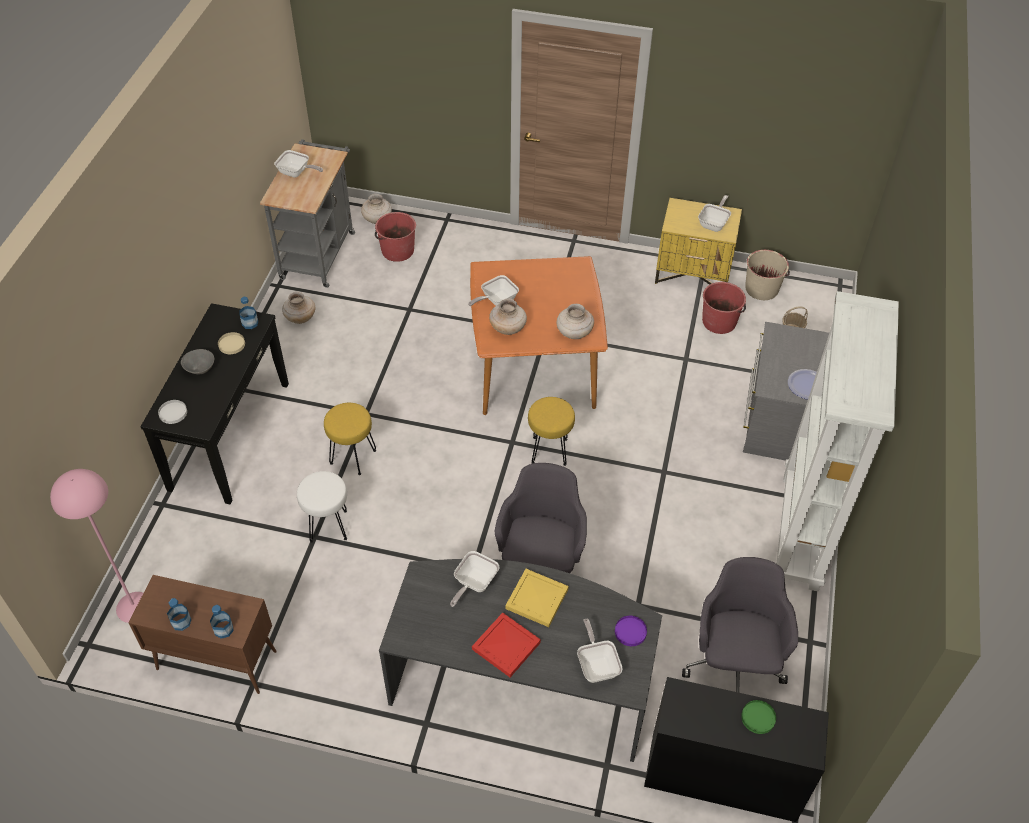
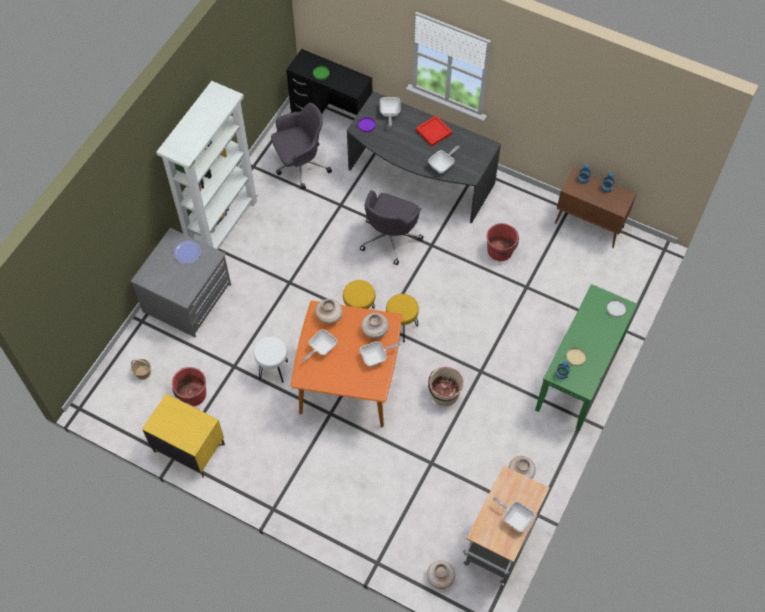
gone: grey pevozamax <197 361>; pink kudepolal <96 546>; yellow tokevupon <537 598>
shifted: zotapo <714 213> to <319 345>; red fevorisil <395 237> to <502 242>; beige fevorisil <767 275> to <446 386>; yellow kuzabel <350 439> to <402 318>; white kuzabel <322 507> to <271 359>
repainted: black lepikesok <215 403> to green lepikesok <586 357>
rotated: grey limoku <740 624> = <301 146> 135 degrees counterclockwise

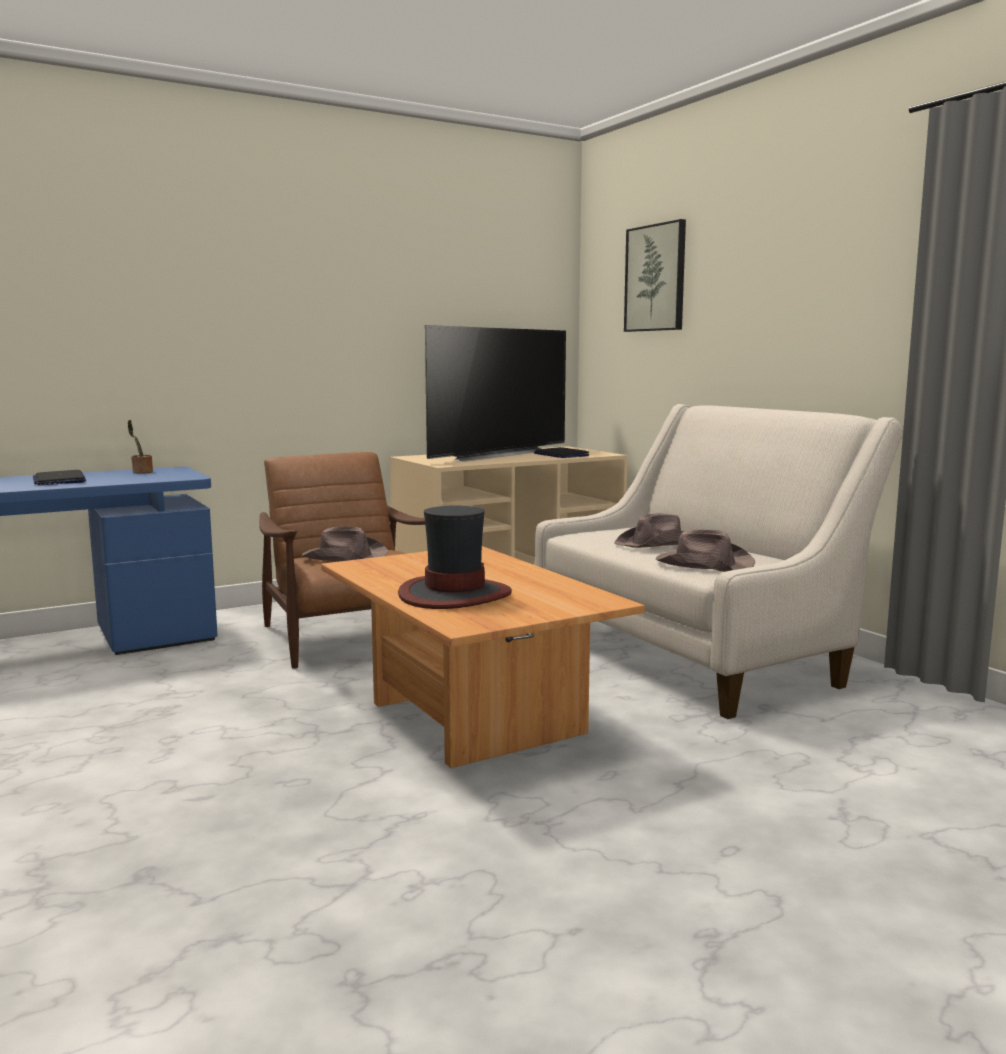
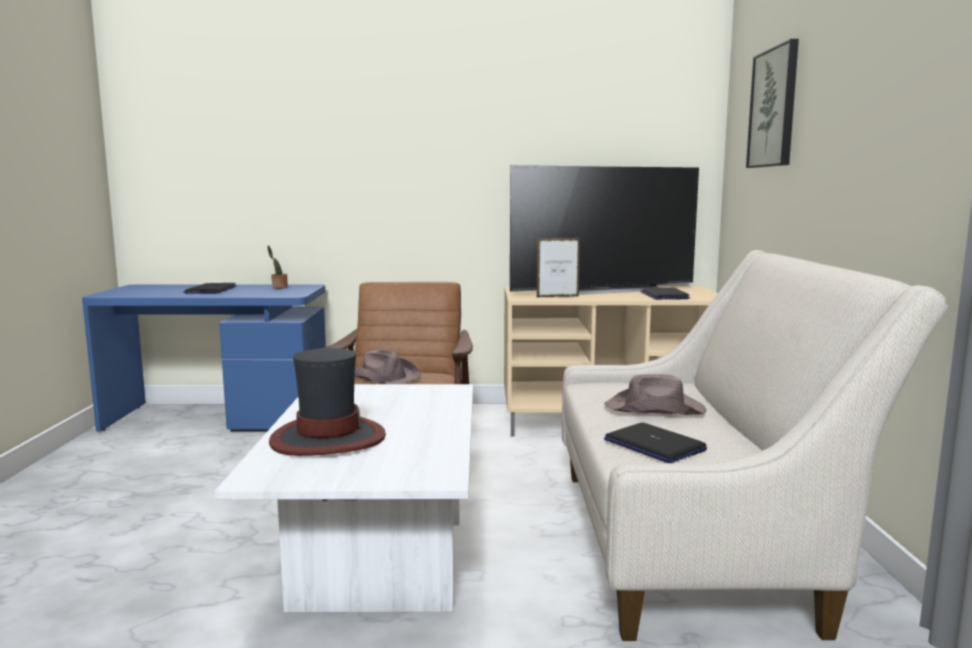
new: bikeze <558 268>
swapped: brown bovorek <705 551> to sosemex <655 443>
repainted: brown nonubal <483 657> to white nonubal <343 498>

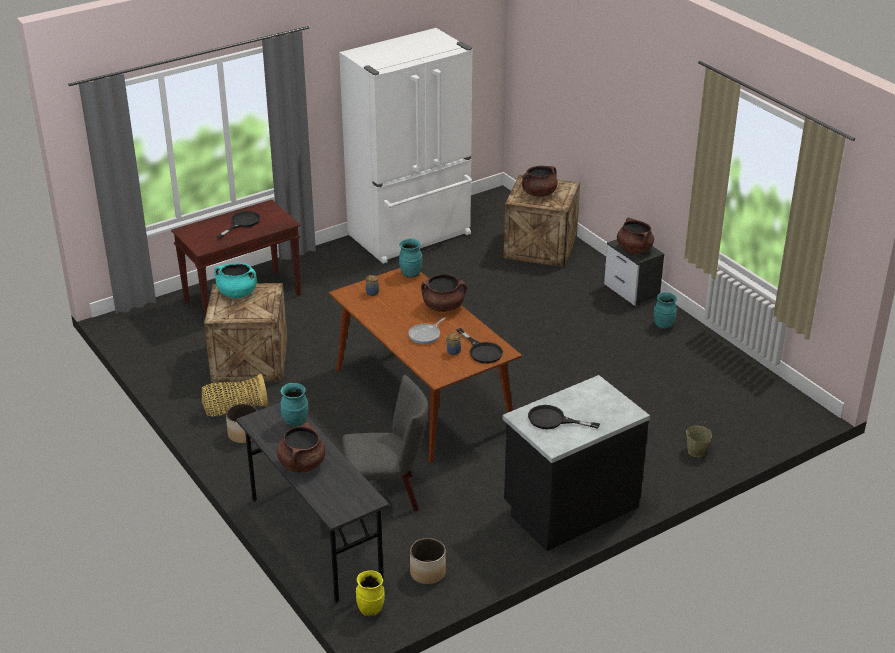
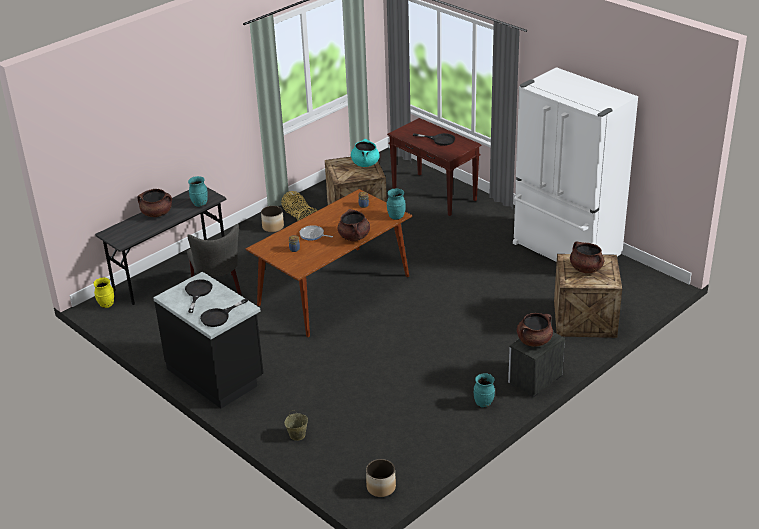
shifted: black zotapo <480 346> to <224 312>; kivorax <428 561> to <381 478>

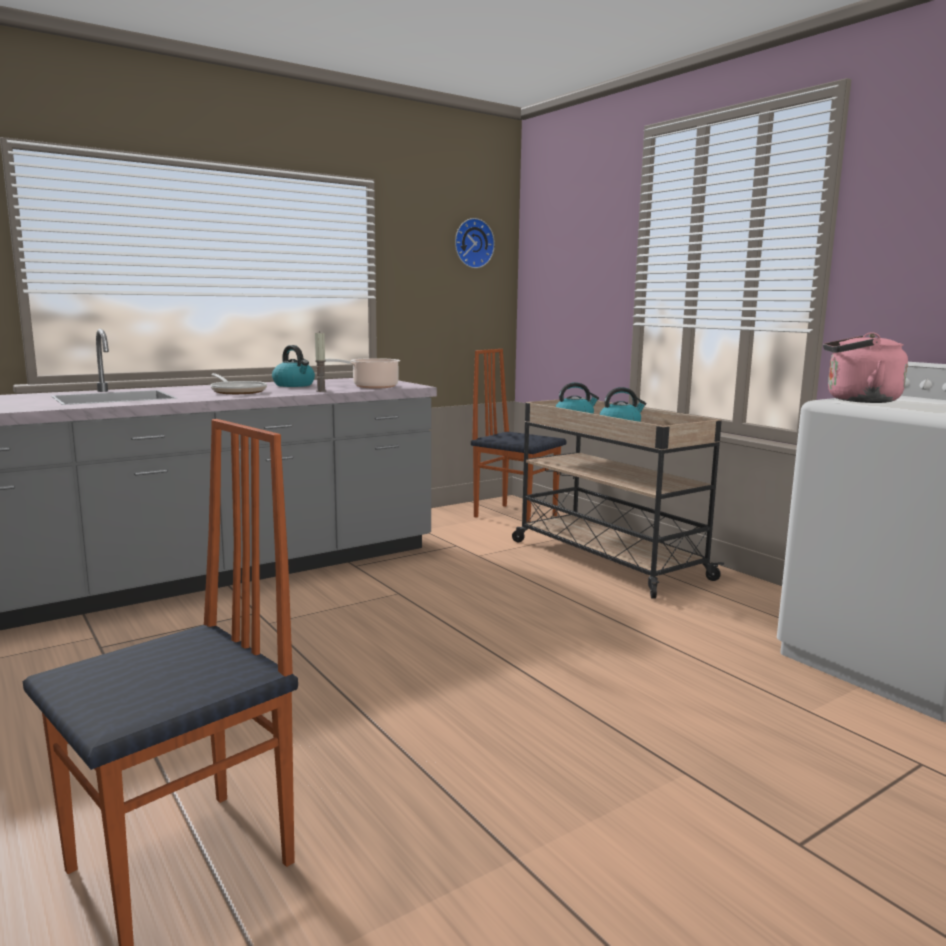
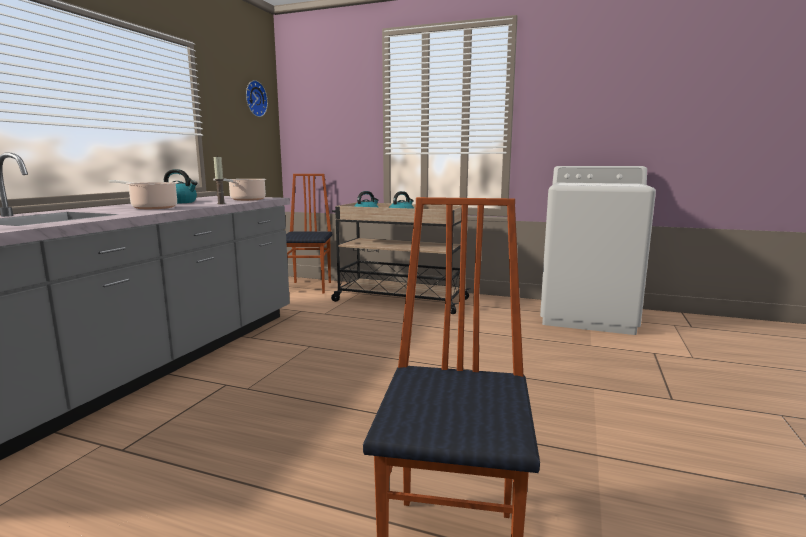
gone: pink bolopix <865 367>
swapped: zotapo <238 383> to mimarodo <143 194>
rotated: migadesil <519 436> = <309 233> 90 degrees clockwise

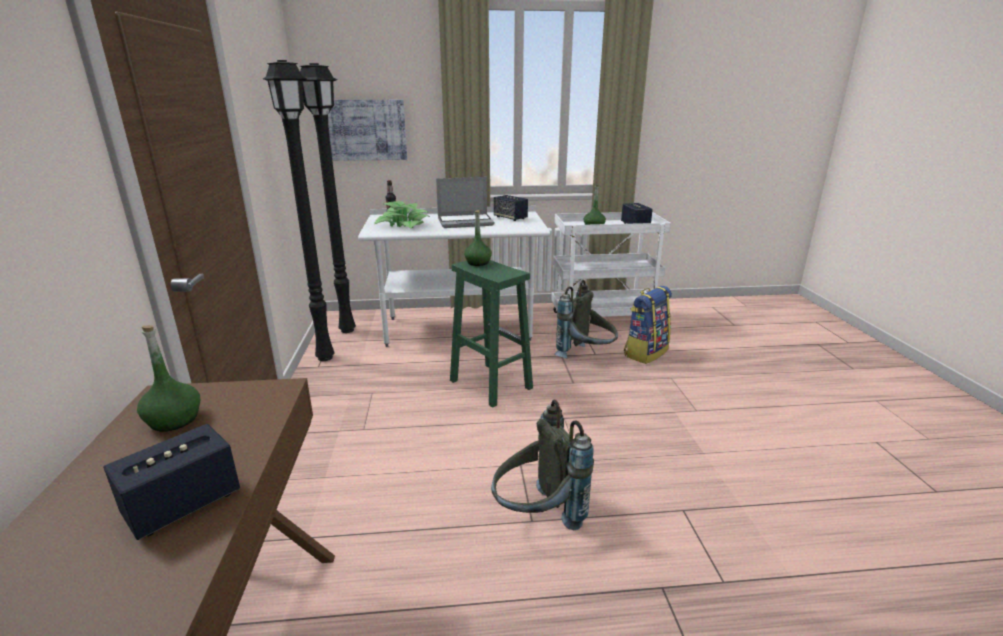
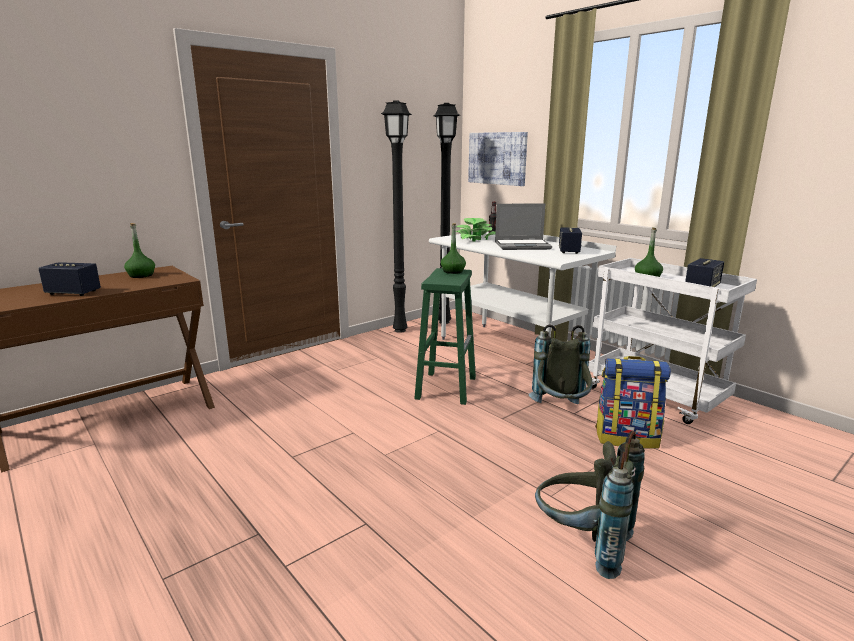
shifted: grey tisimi <542 465> to <590 505>
rotated: sosemex <465 202> = <523 226> 45 degrees counterclockwise

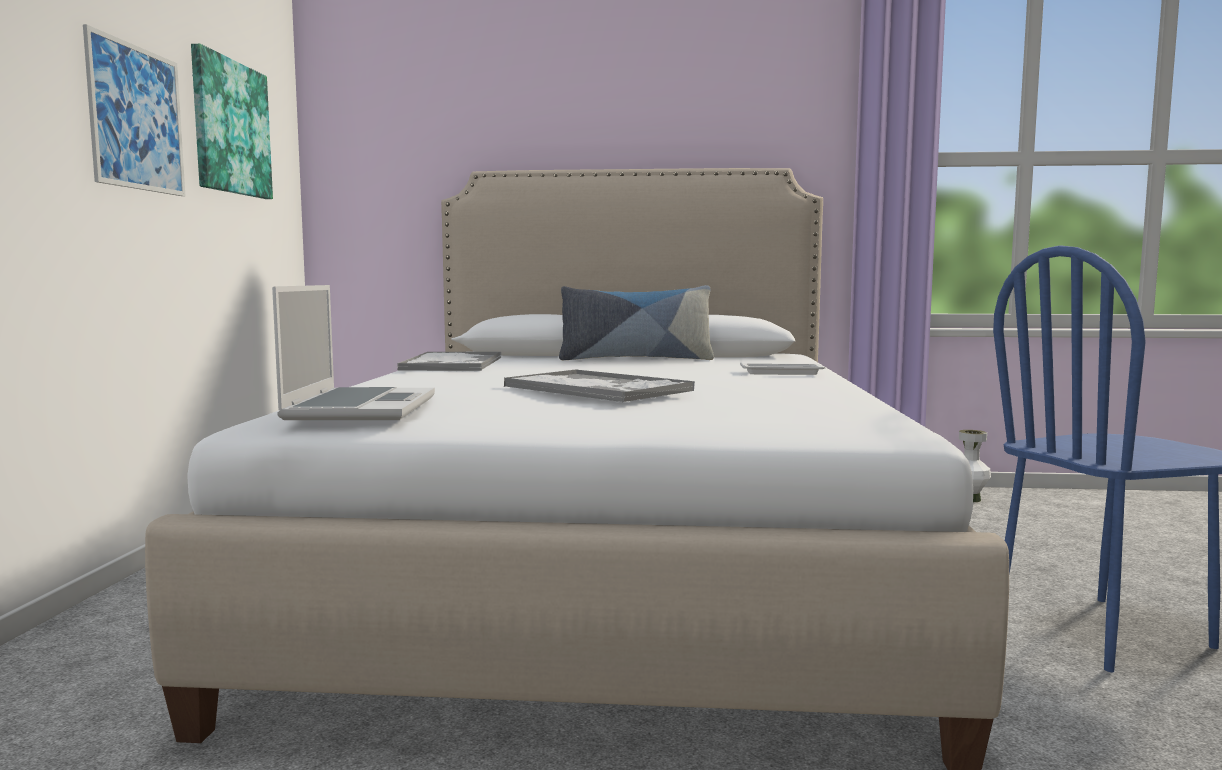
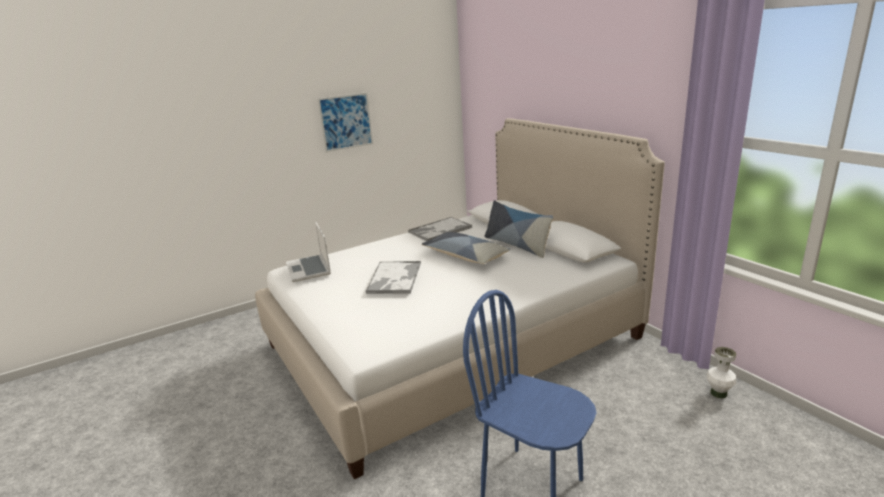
gone: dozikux <232 121>; white tokevupon <783 368>
new: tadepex <466 248>
rotated: sosemex <353 352> = <308 252> 105 degrees clockwise

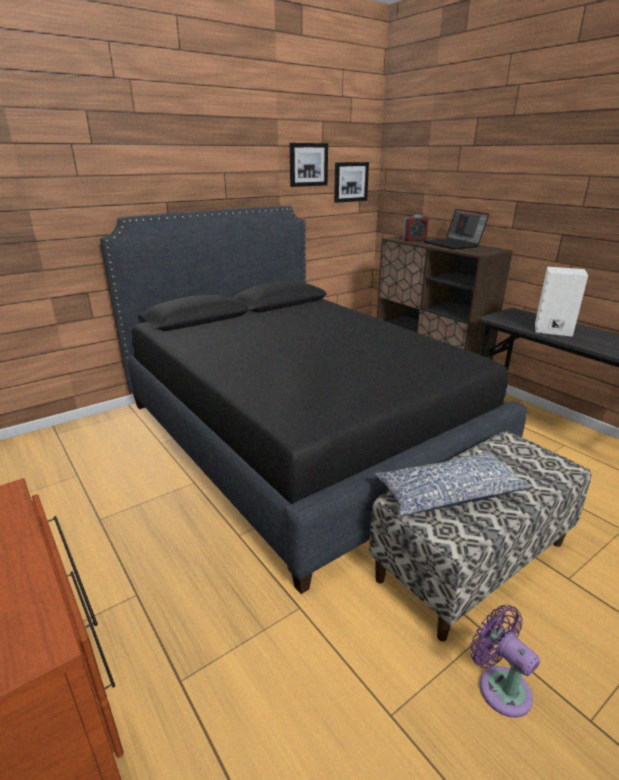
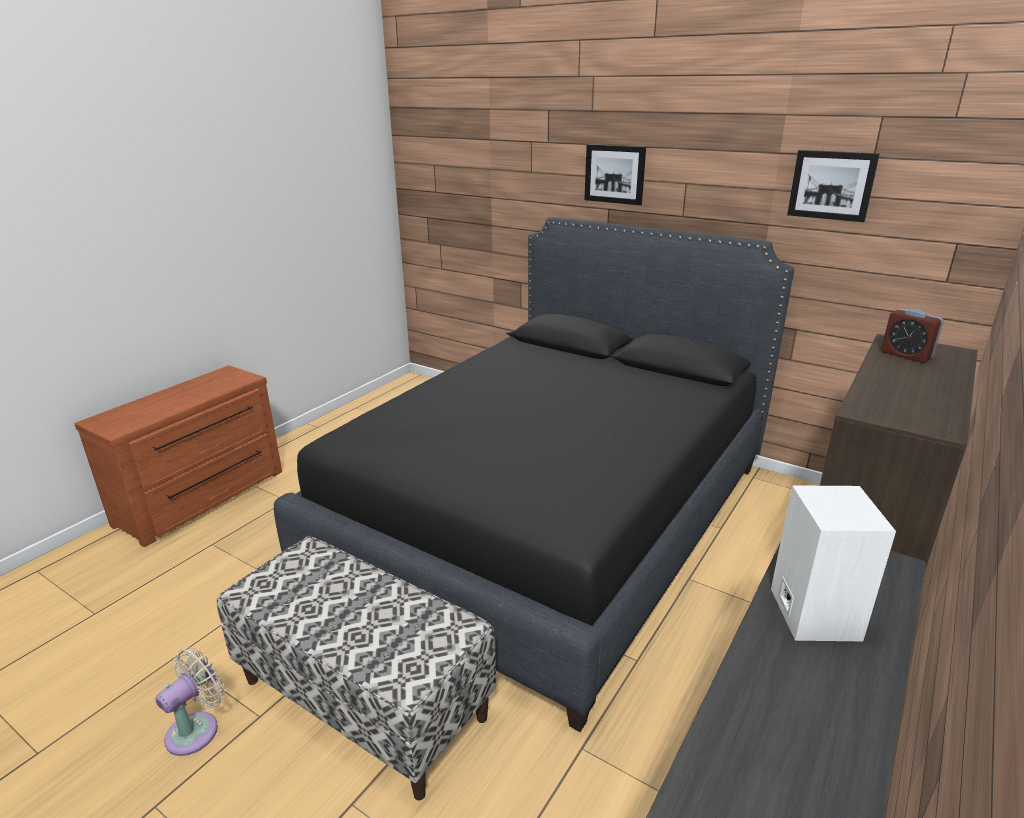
gone: sosemex <456 229>; tadepex <454 484>
shifted: dozikux <351 182> to <615 174>
repainted: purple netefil <505 661> to beige netefil <190 702>

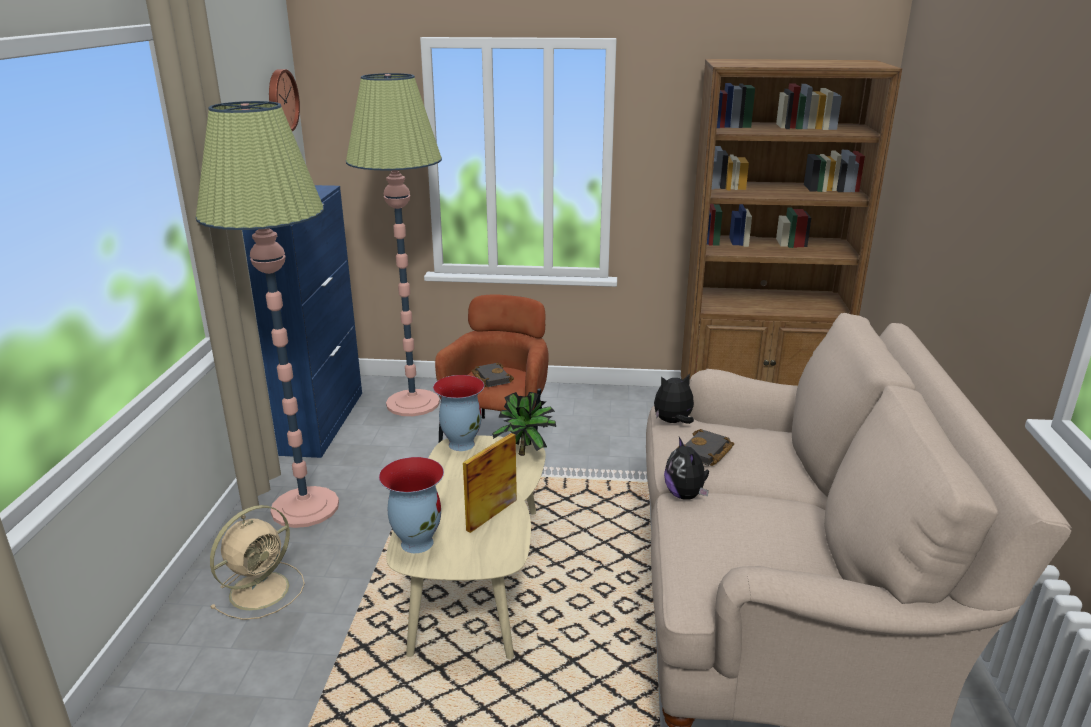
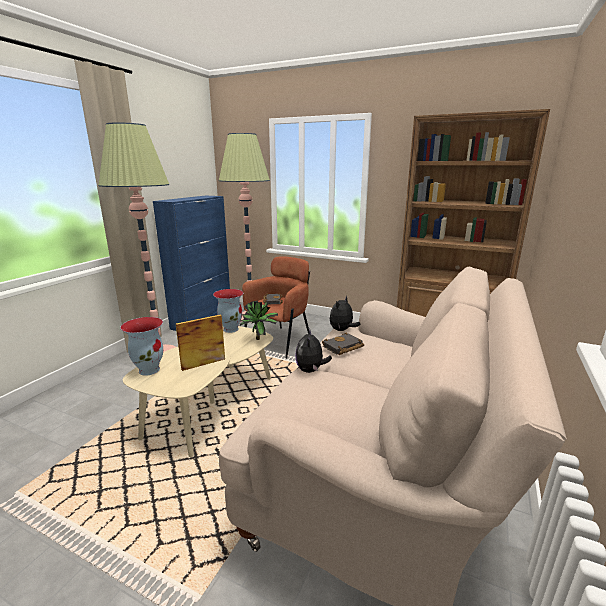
gone: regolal <284 100>; beige netefil <257 562>
rotated: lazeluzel <674 399> = <345 313> 60 degrees counterclockwise

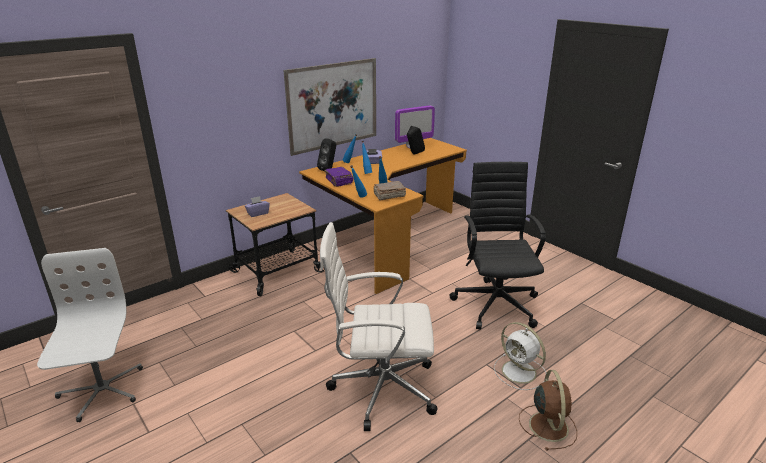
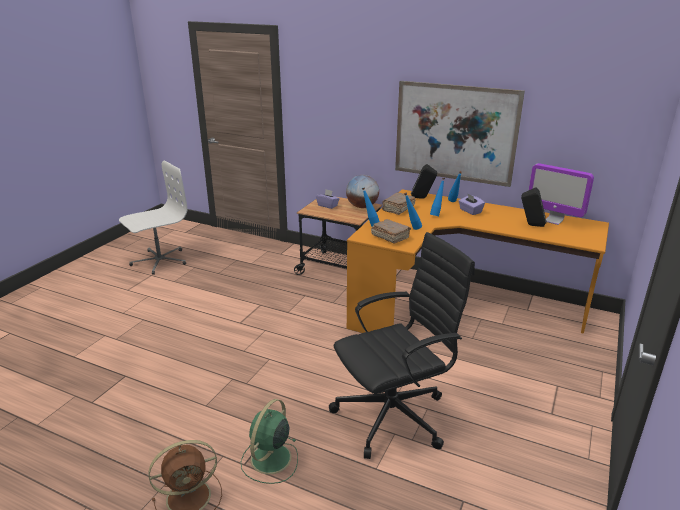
gone: white limoku <379 326>
new: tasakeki <362 191>
repainted: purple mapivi <338 177> to brown mapivi <399 204>; white netefil <520 356> to green netefil <269 441>

